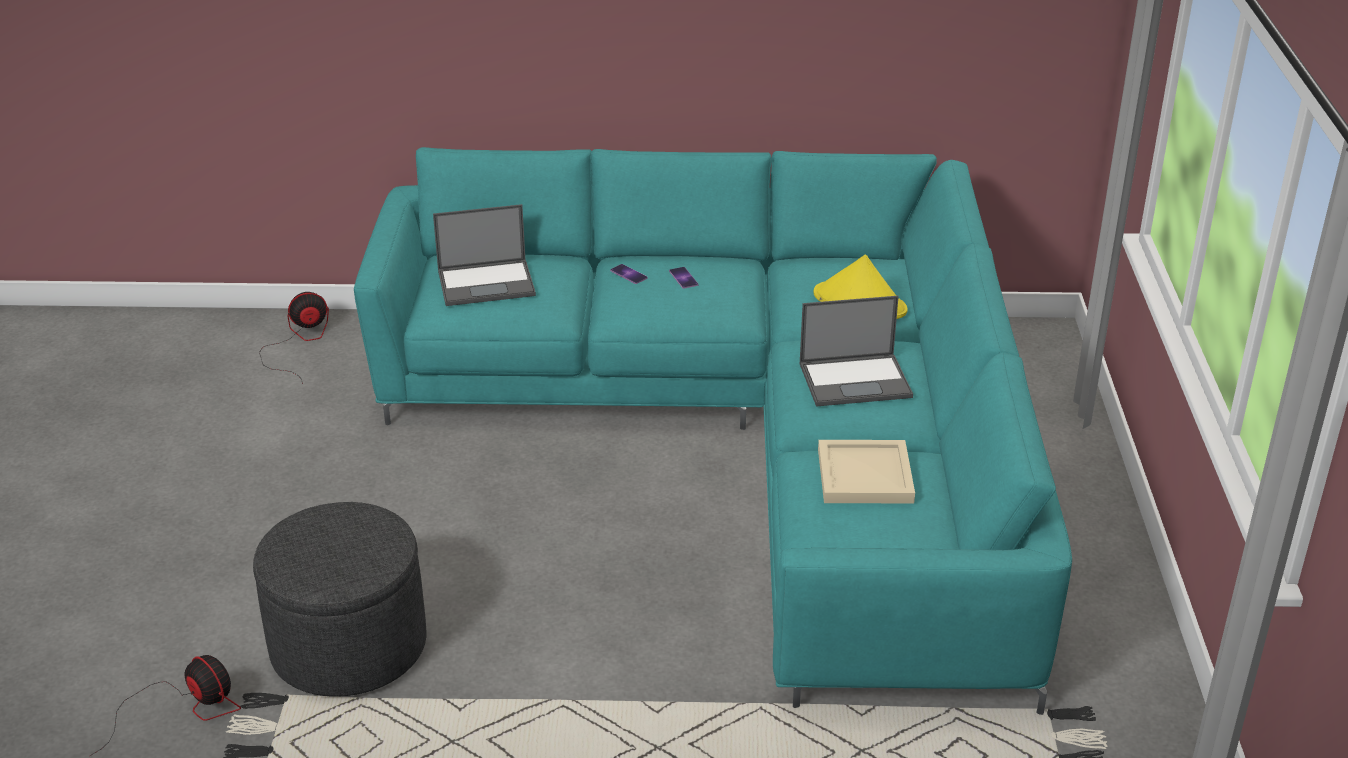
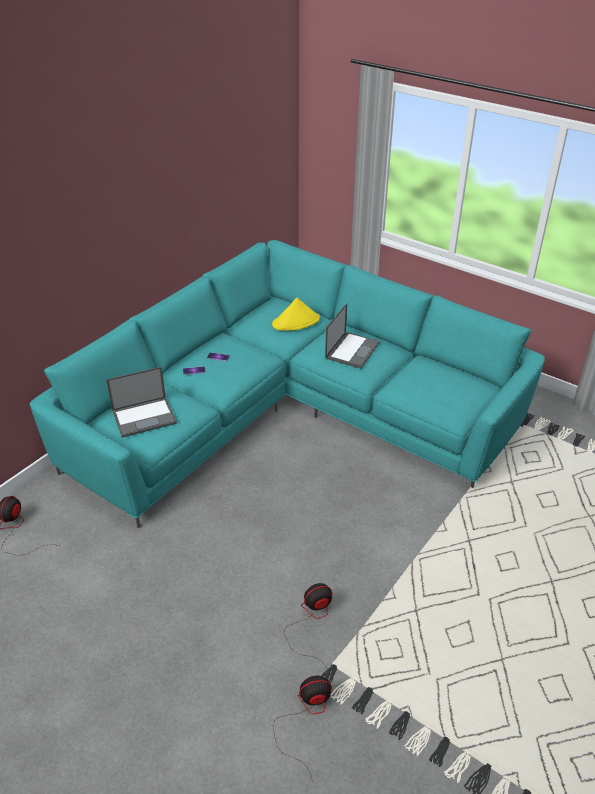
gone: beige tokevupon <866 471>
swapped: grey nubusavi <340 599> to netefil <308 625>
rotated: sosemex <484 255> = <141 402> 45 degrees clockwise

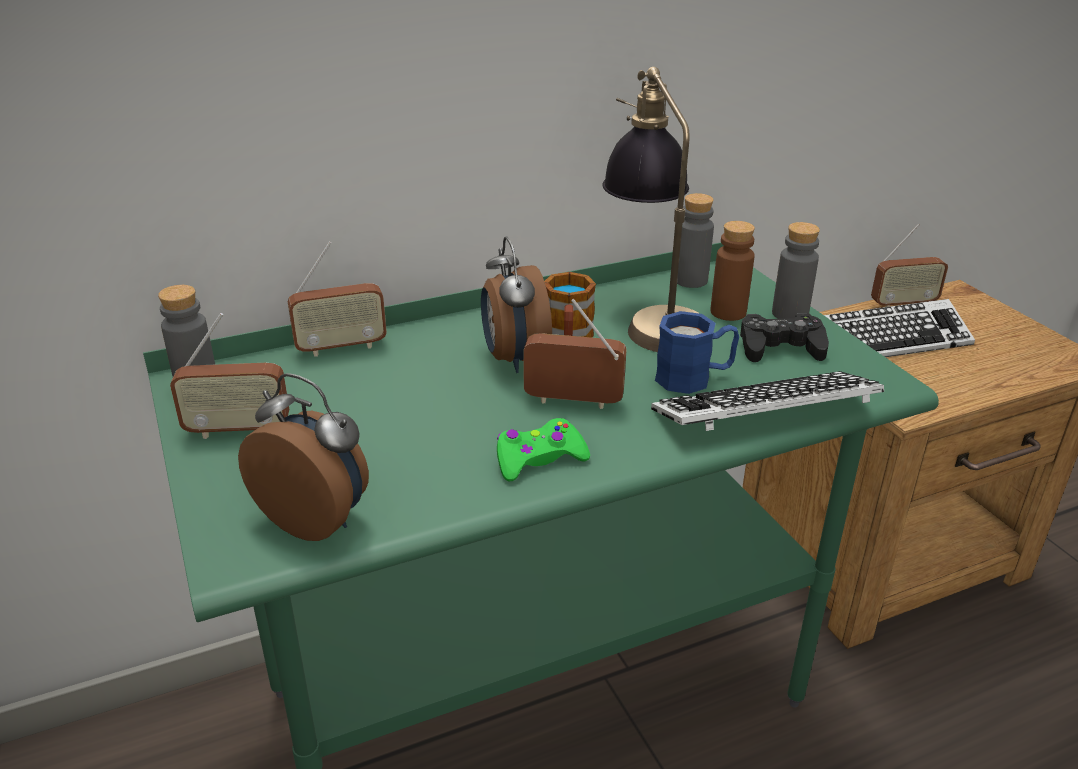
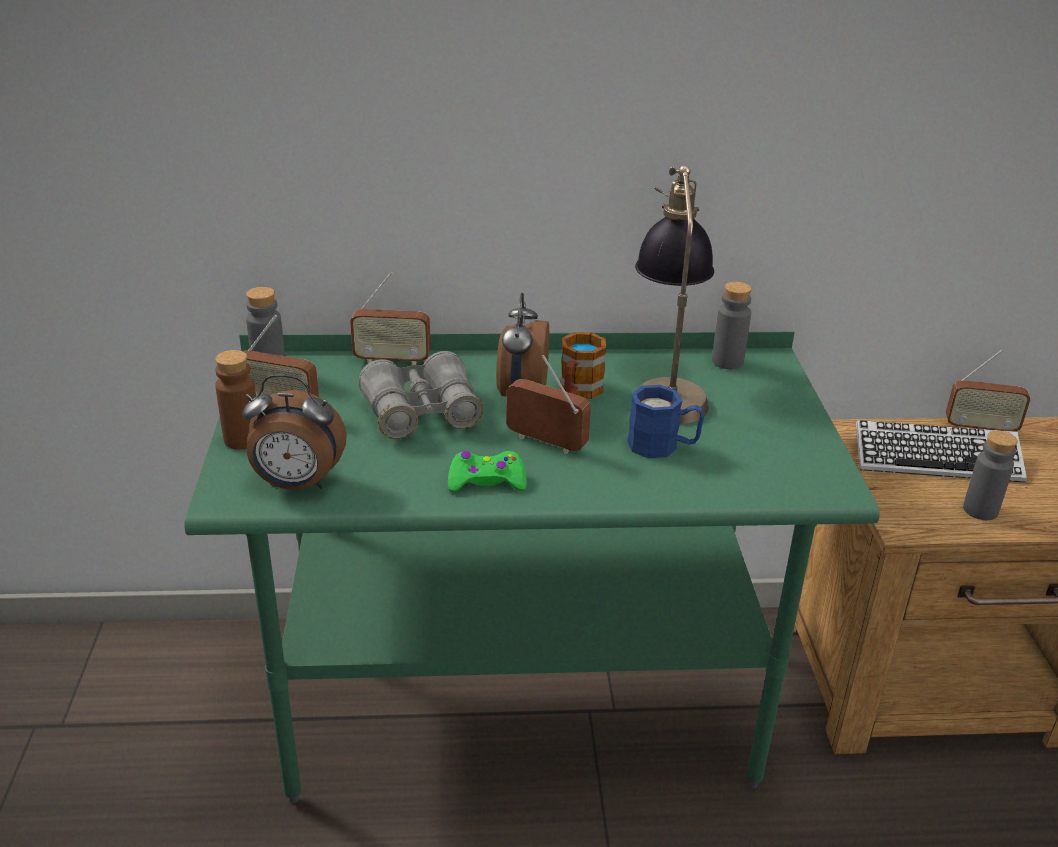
gone: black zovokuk <784 337>; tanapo <767 401>
new: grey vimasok <421 395>
shifted: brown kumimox <733 271> to <235 400>; grey kumimox <796 270> to <990 475>
rotated: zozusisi <303 457> = <294 432> 135 degrees clockwise

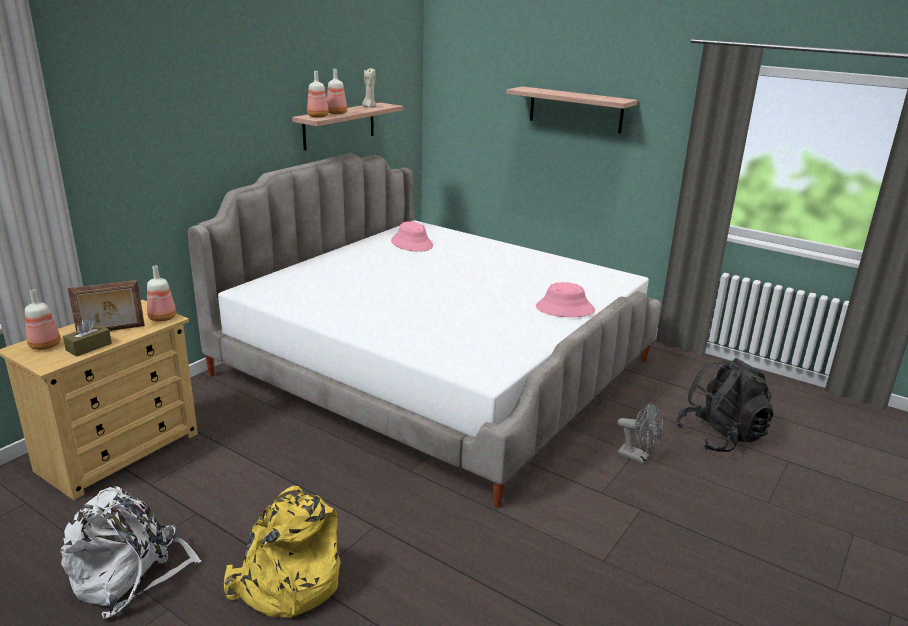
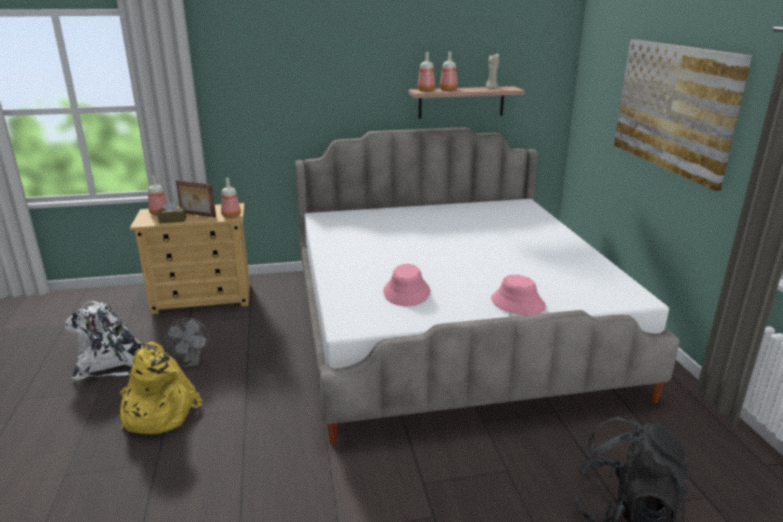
shifted: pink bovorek <412 237> to <406 285>; grey netefil <640 433> to <187 342>
swapped: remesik <572 109> to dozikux <683 115>

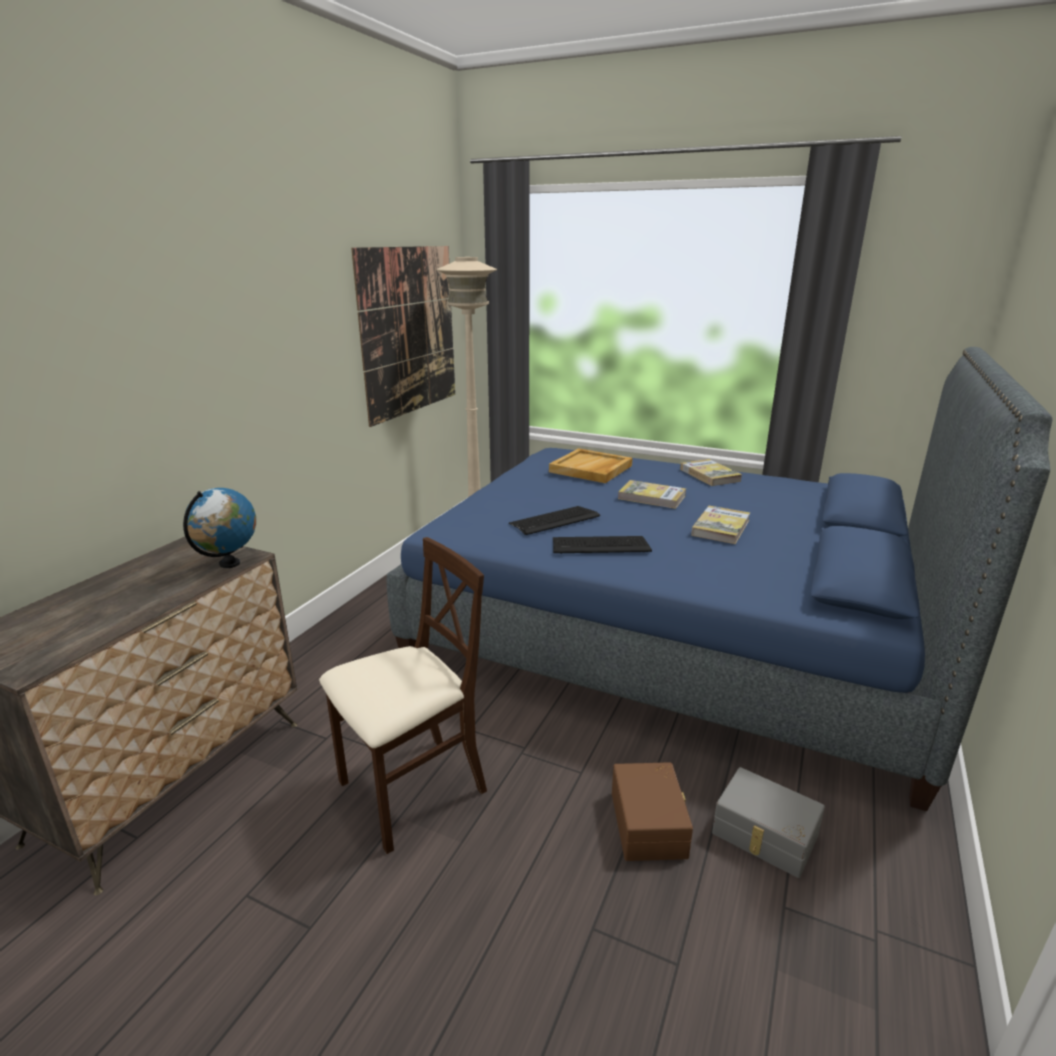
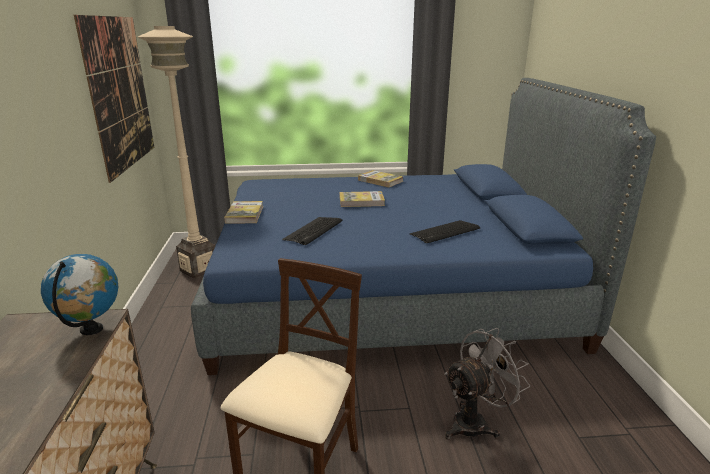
gone: beige tokevupon <591 465>; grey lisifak <768 822>
shifted: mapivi <720 525> to <243 212>; tanapo <602 545> to <445 231>
swapped: brown lisifak <652 811> to grey netefil <487 384>

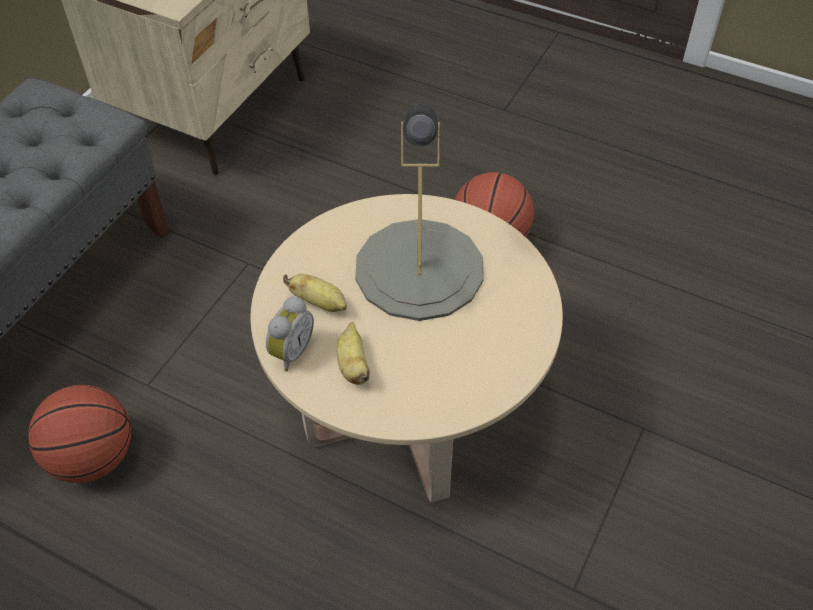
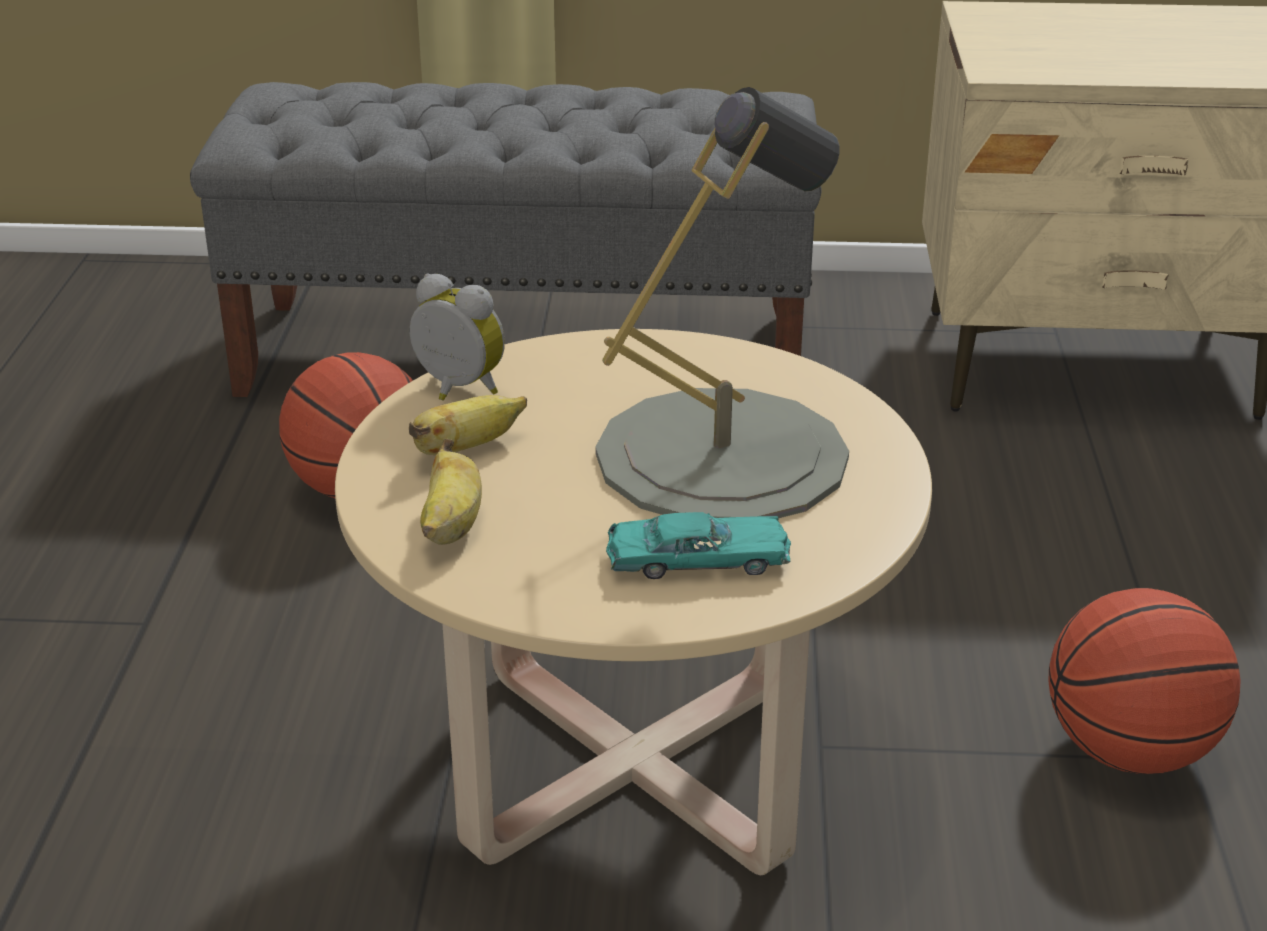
new: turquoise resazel <698 545>
shifted: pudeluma <315 293> to <451 492>
rotated: zozusisi <290 334> = <457 337> 150 degrees counterclockwise

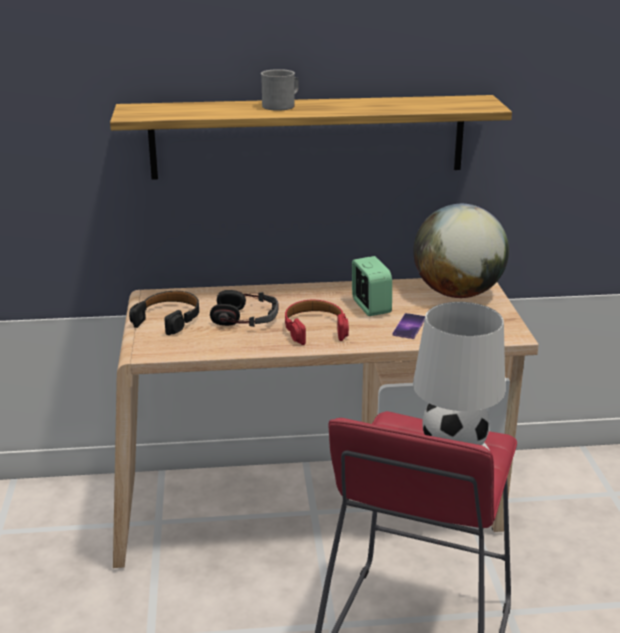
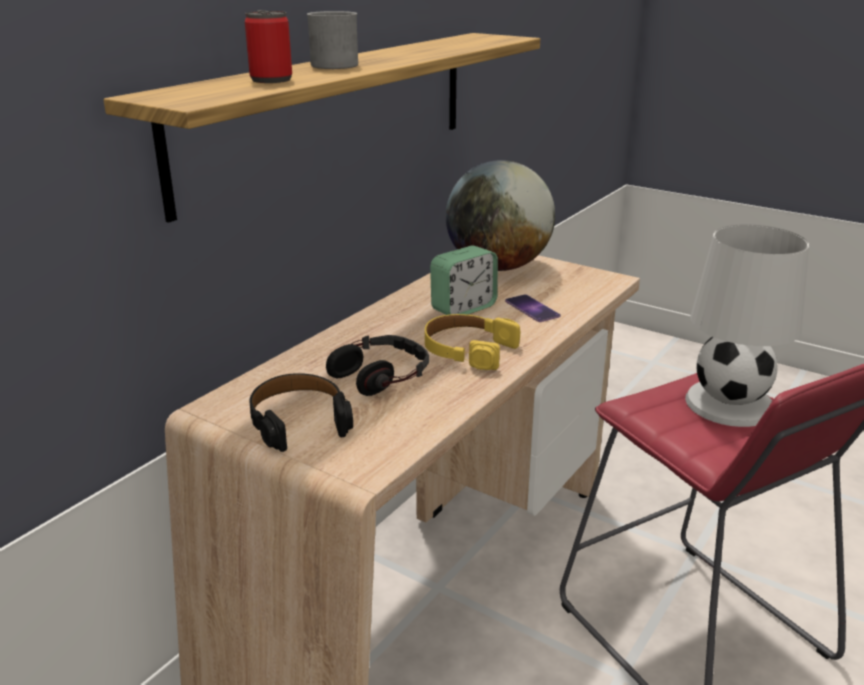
new: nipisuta <268 46>
repainted: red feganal <317 322> to yellow feganal <472 342>
rotated: zozusisi <372 286> = <464 280> 120 degrees clockwise

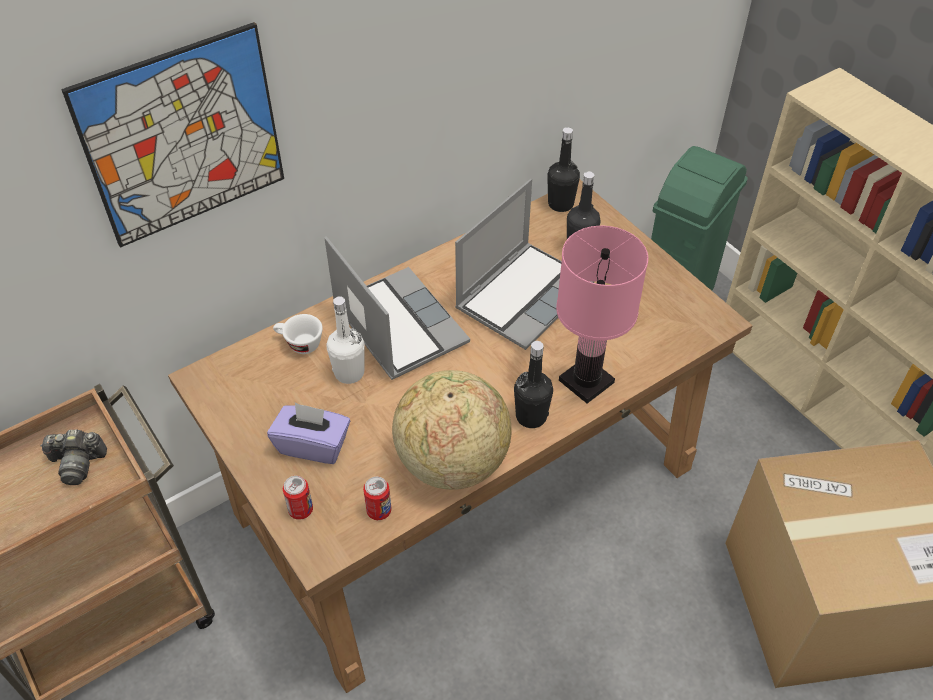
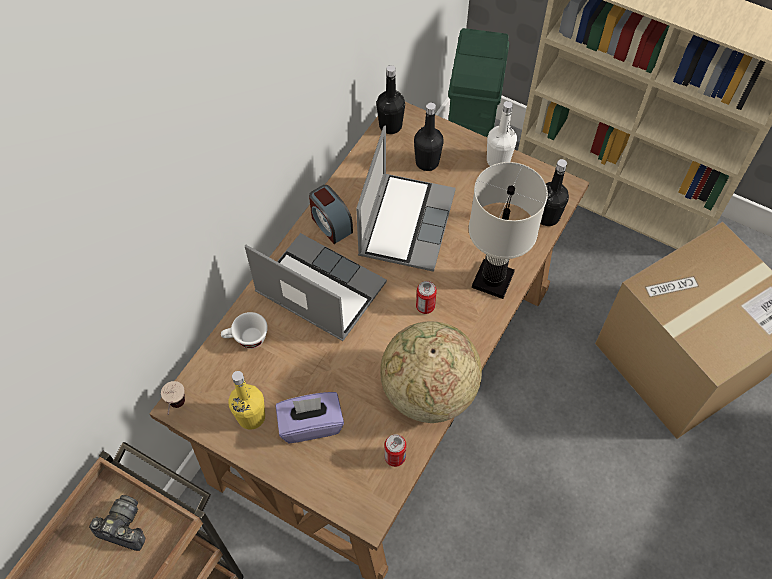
gone: dozikux <172 135>
new: zozusisi <331 214>; yellow kumimox <246 400>; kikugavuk <173 398>
shifted: white kumimox <345 340> to <502 133>; black kumimox <533 384> to <554 192>; nipisuta <298 498> to <426 297>
repainted: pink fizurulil <602 314> to white fizurulil <508 230>
rotated: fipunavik <73 457> = <117 523> 135 degrees counterclockwise

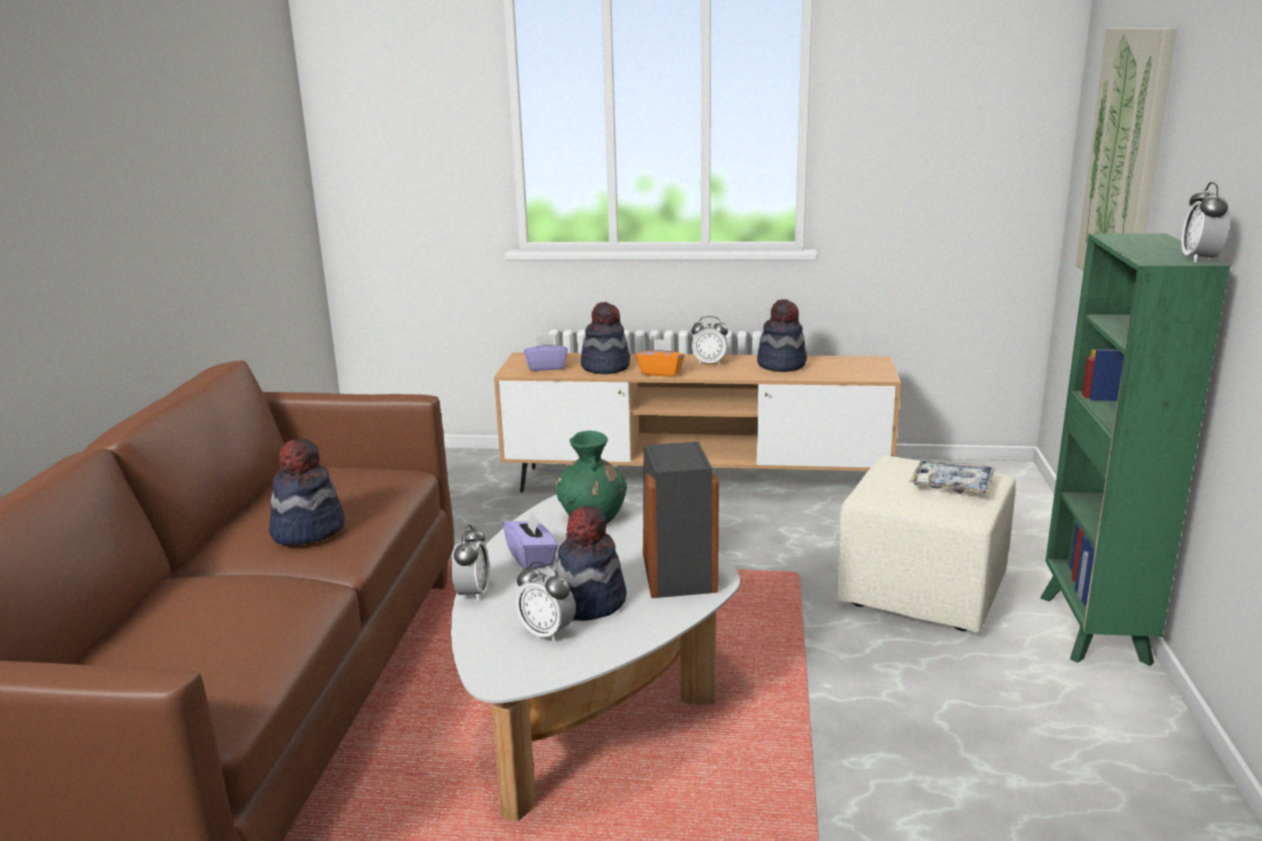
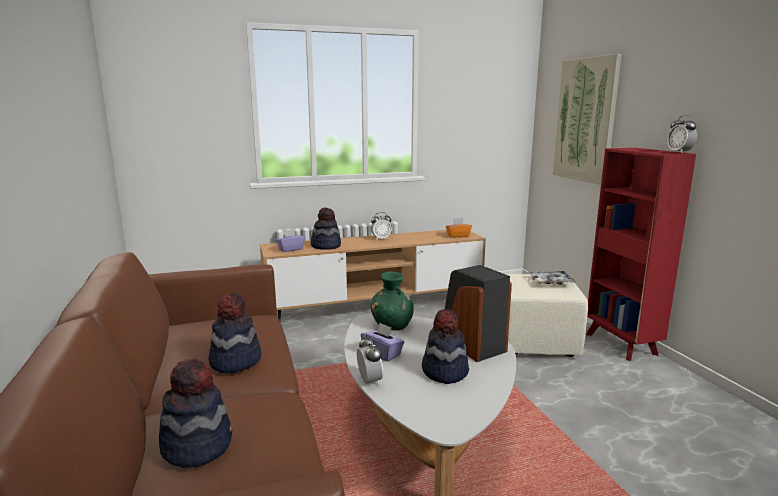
gone: zozusisi <546 601>
shifted: bovorek <782 335> to <195 413>; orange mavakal <660 358> to <459 228>
repainted: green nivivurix <1135 450> to red nivivurix <641 254>

